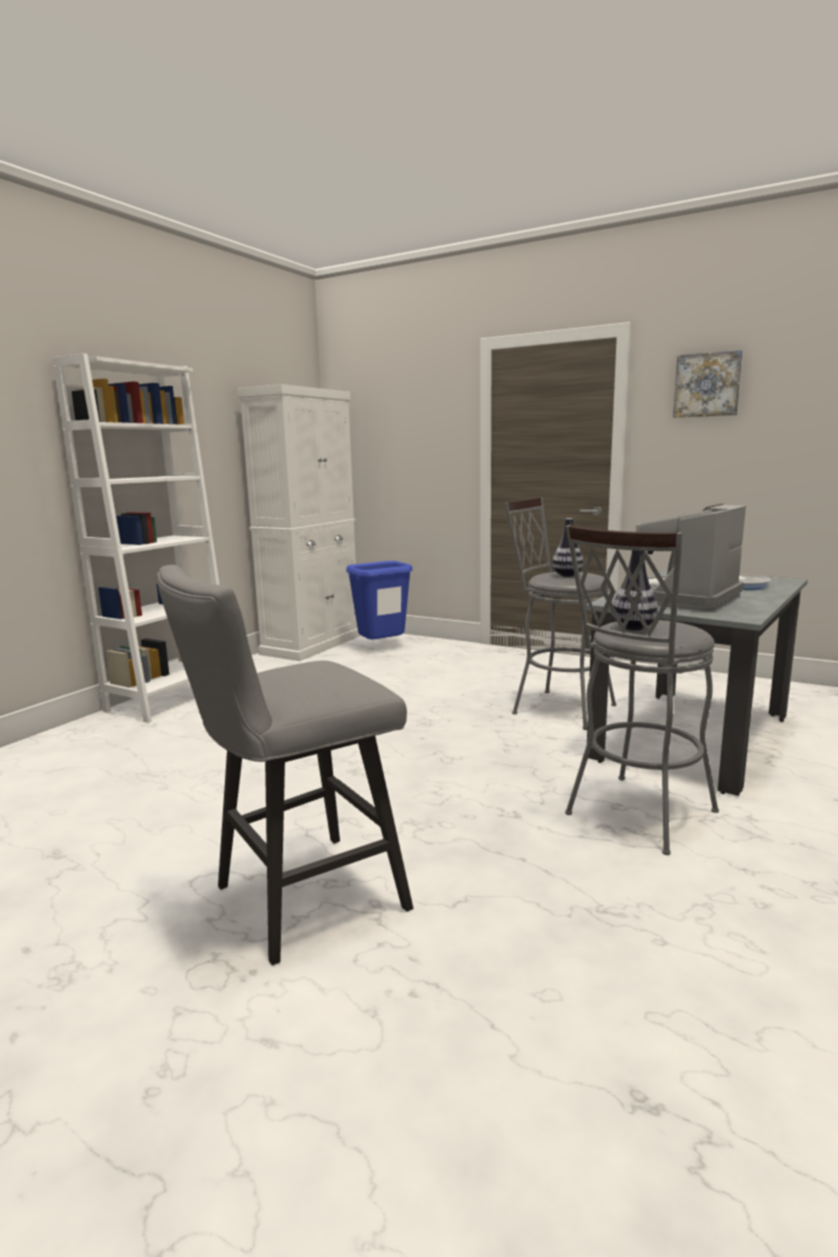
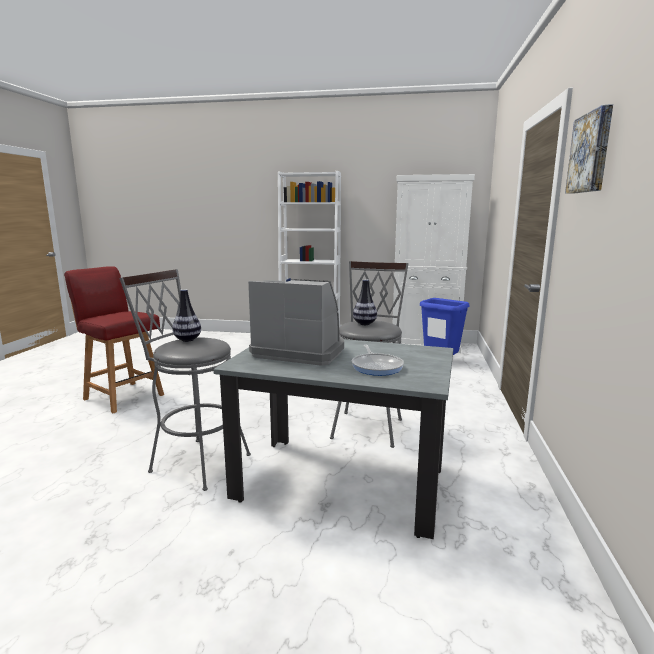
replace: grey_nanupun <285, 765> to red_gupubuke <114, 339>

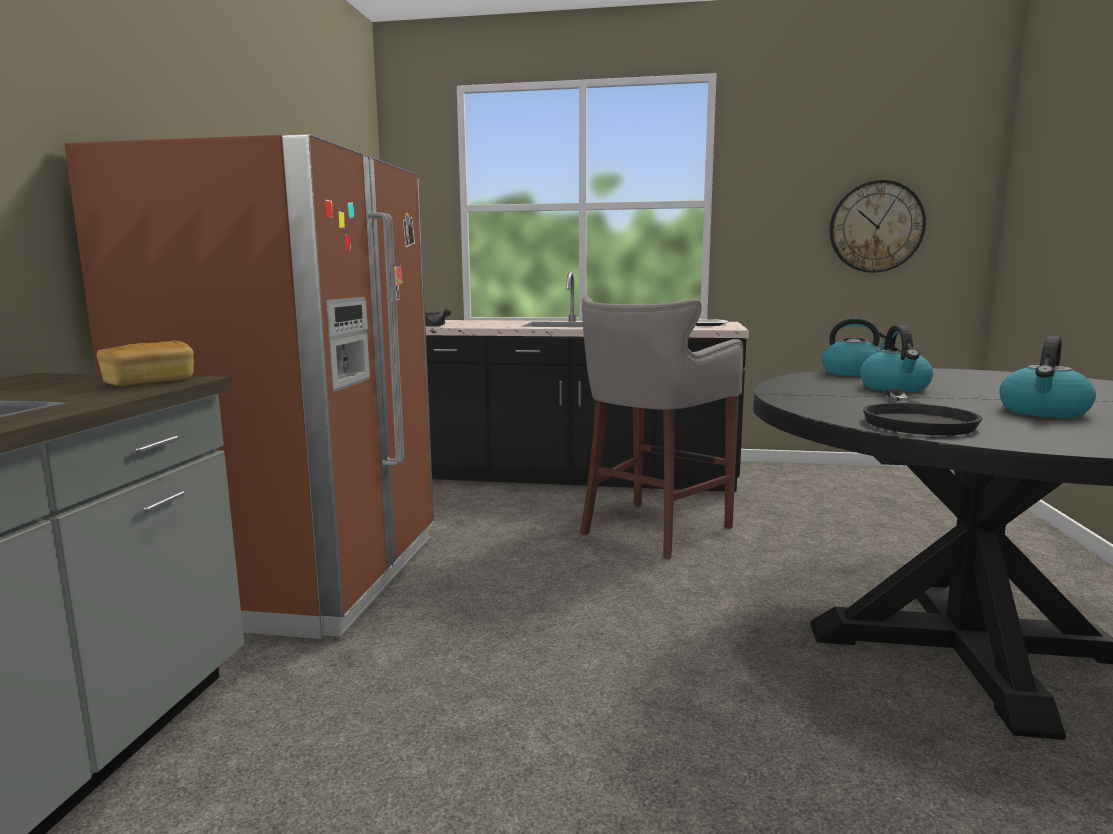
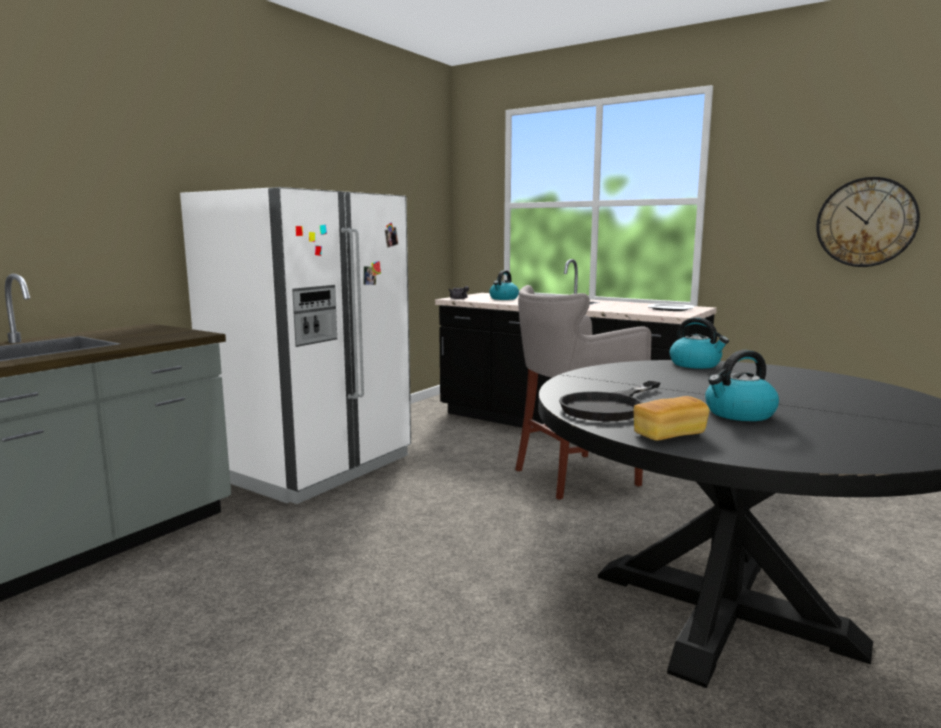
move: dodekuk <145, 363> to <671, 418>; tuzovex <896, 358> to <504, 285>
recolor: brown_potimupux <249, 386> to white_potimupux <295, 345>

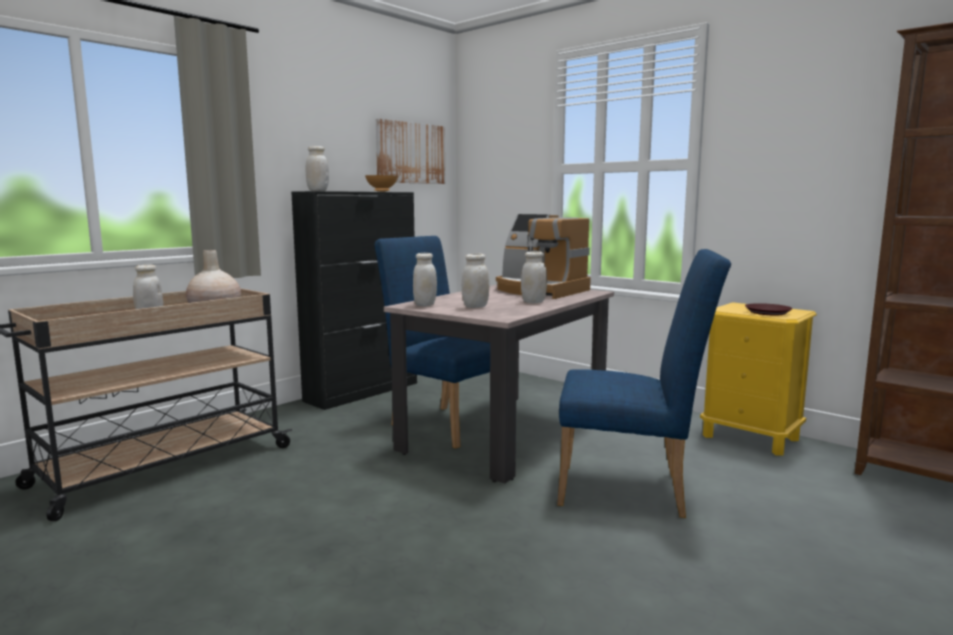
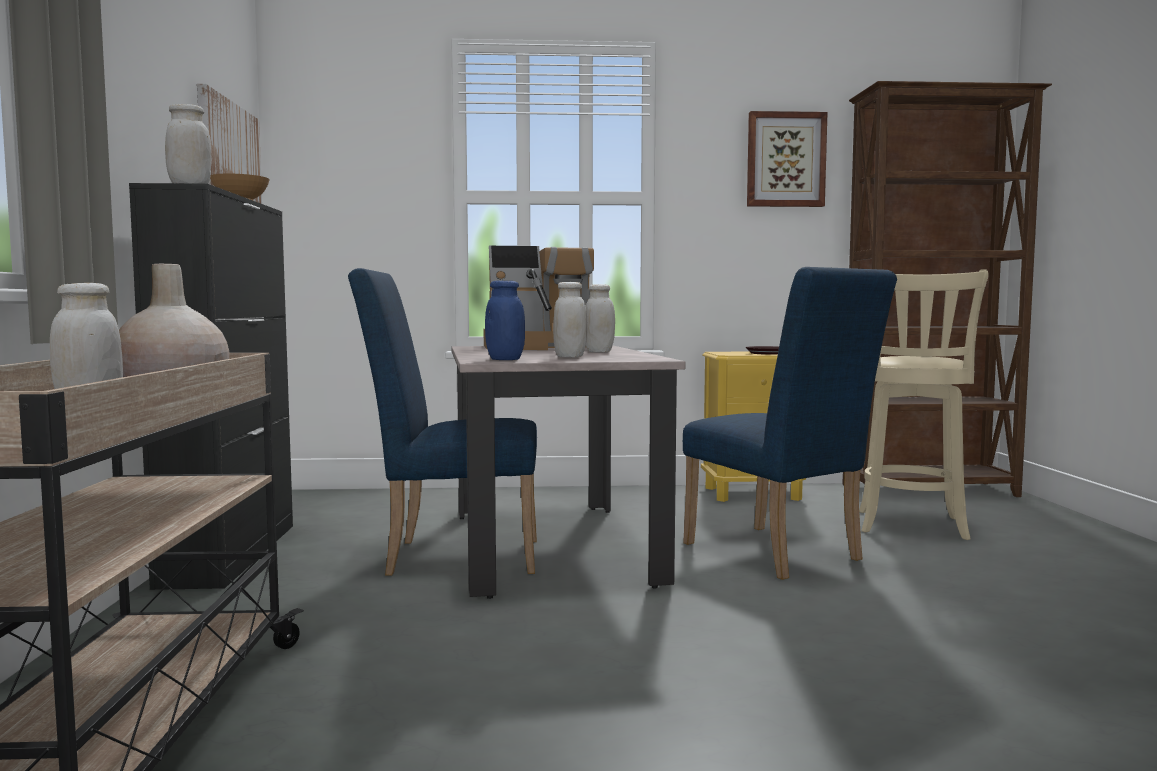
insert: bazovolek <787, 159>; beige_nanupun <924, 404>
recolor: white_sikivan <425, 280> to blue_sikivan <505, 320>
rotate: blue_gupubuke <644, 383> = <790, 423> 90 degrees clockwise

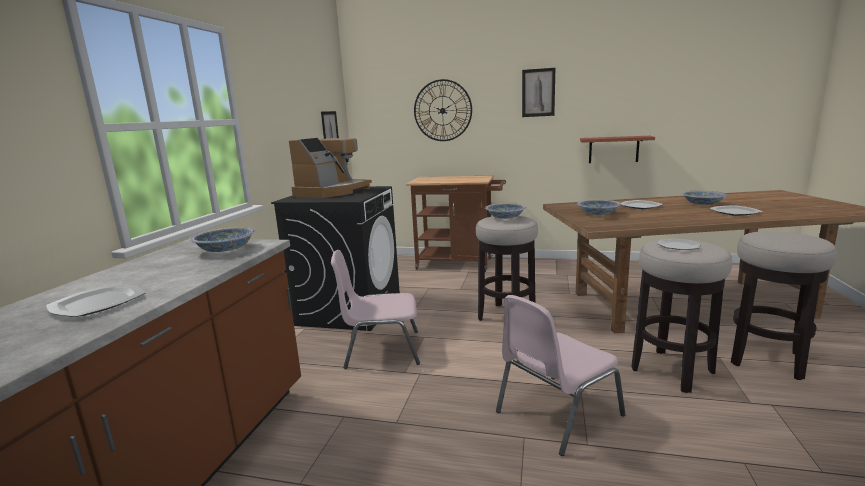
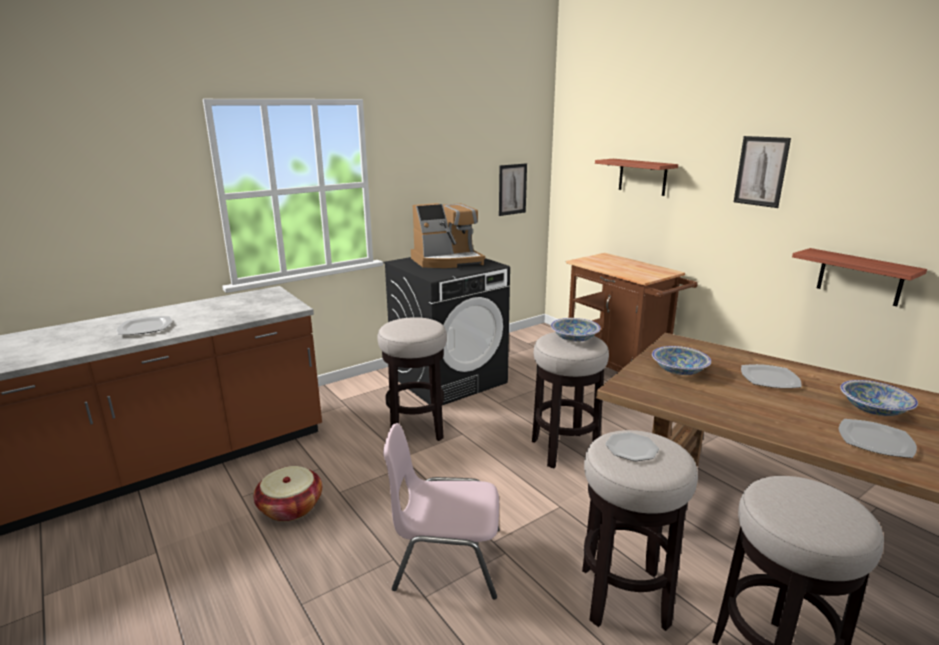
delete: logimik <222, 239>
insert: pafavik <287, 494>
replace: pink_gupubuke <375, 309> to nanupun <412, 379>; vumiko <443, 110> to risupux <636, 177>

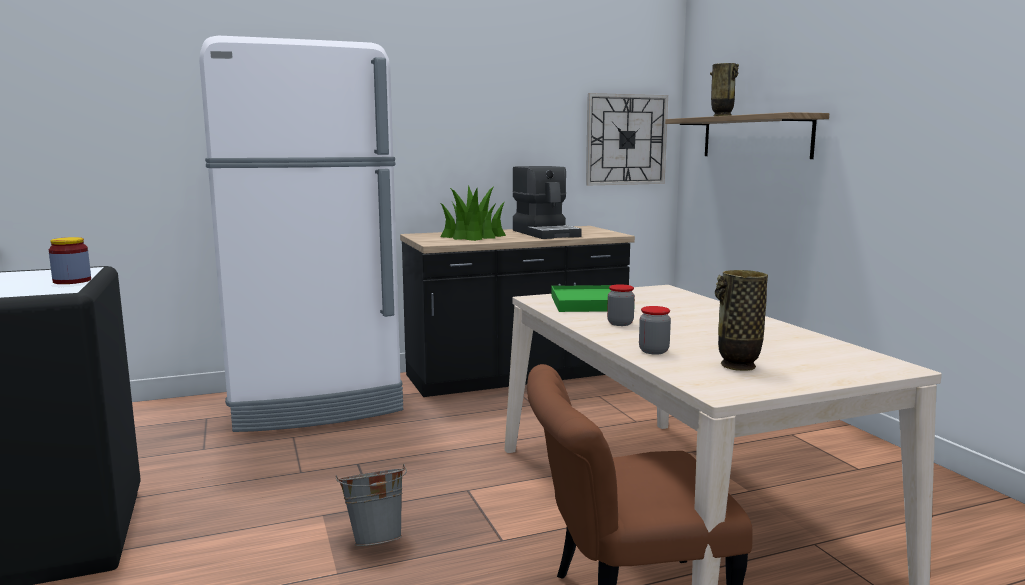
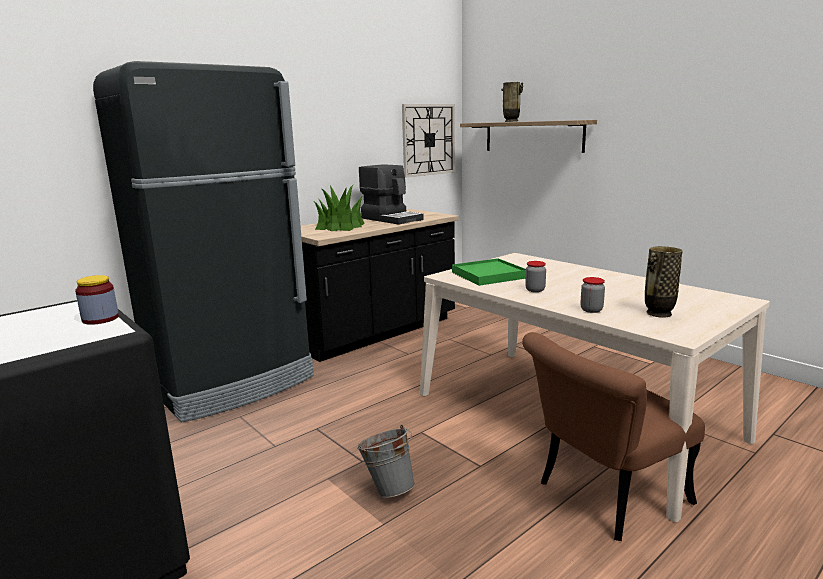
recolor: white_potimupux <301, 234> to black_potimupux <203, 241>

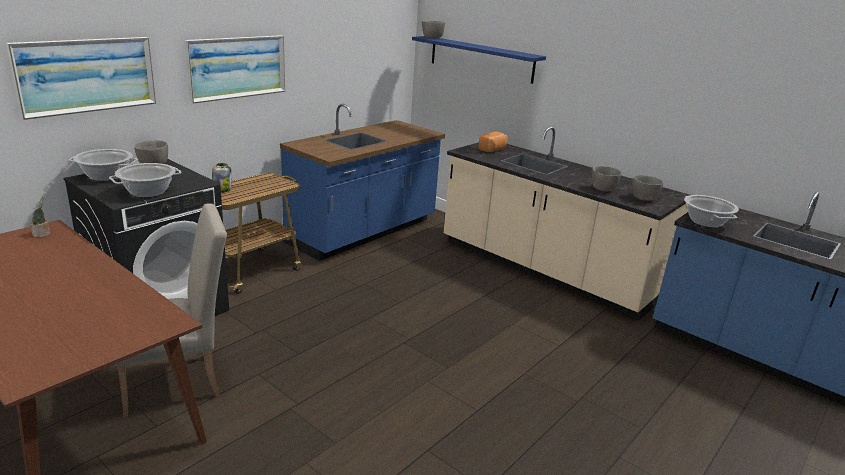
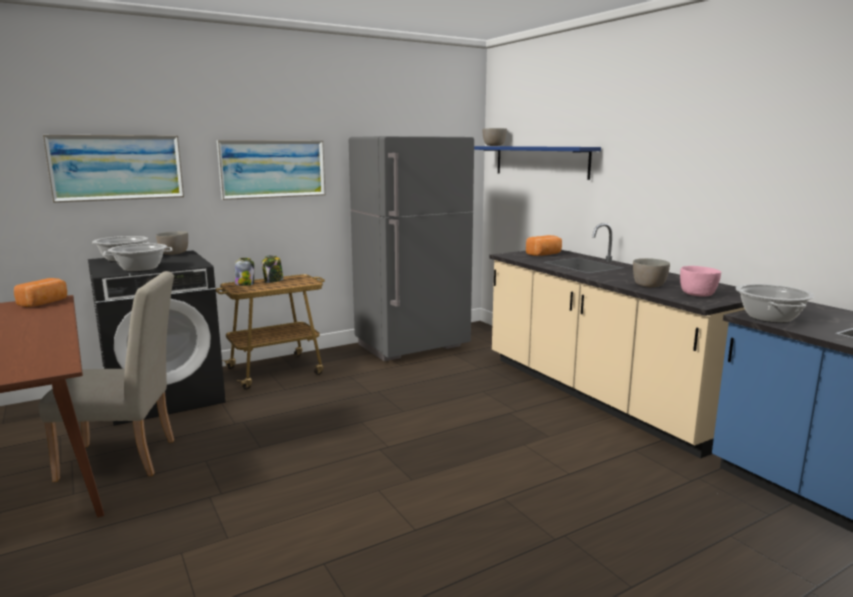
insert: sikivan <272, 269>
replace: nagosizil <40, 216> to dodekuk <40, 292>; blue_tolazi <362, 182> to grey_potimupux <411, 248>
recolor: grey_logimik <647, 188> to pink_logimik <700, 281>

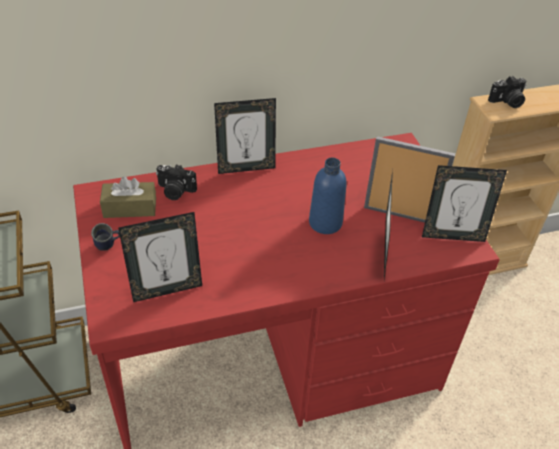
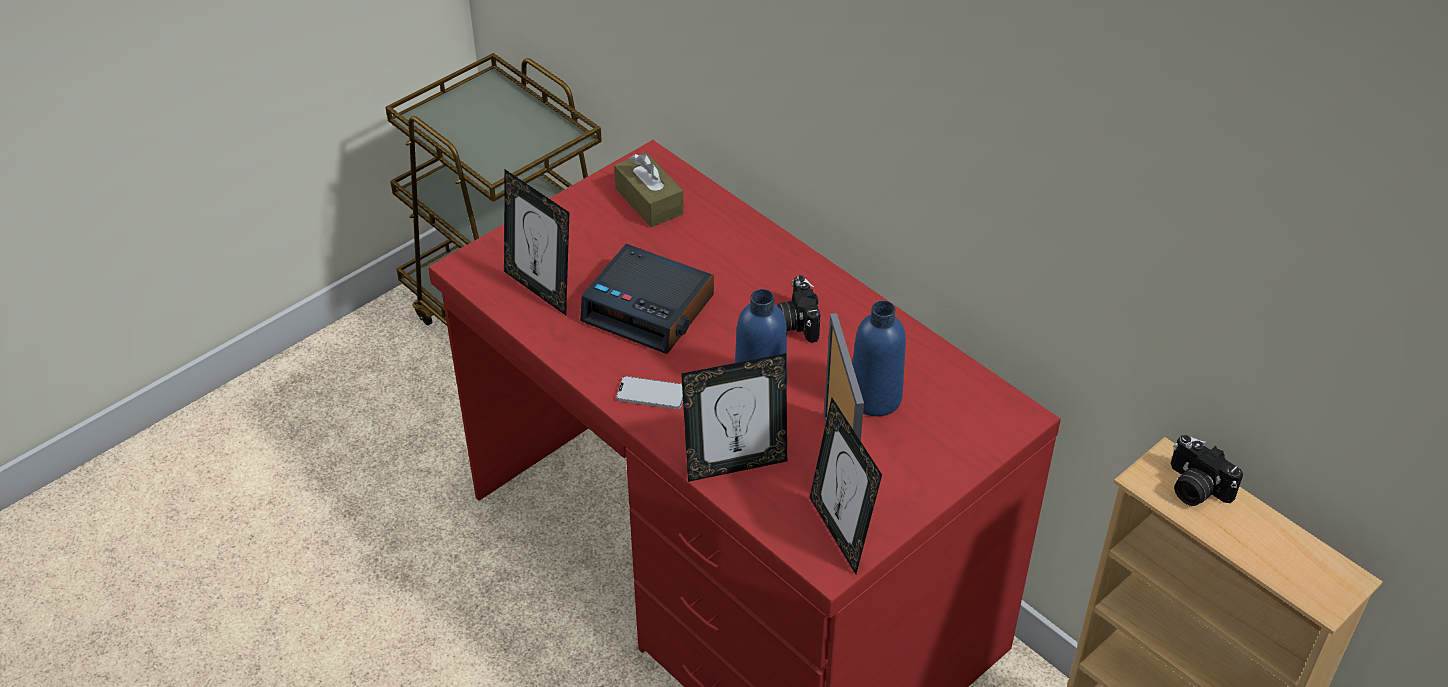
delete: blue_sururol <105, 237>; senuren <245, 136>
insert: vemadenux <647, 299>; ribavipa <649, 392>; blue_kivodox <879, 358>
move: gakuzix <176, 182> to <798, 309>

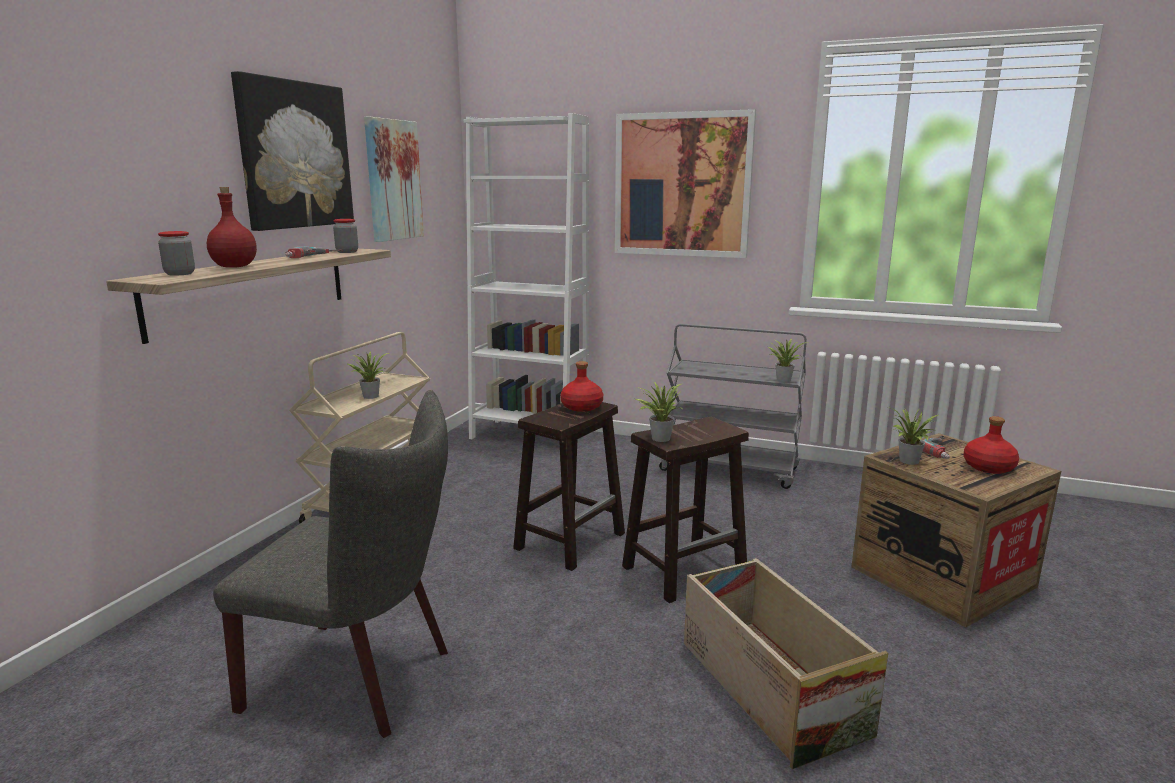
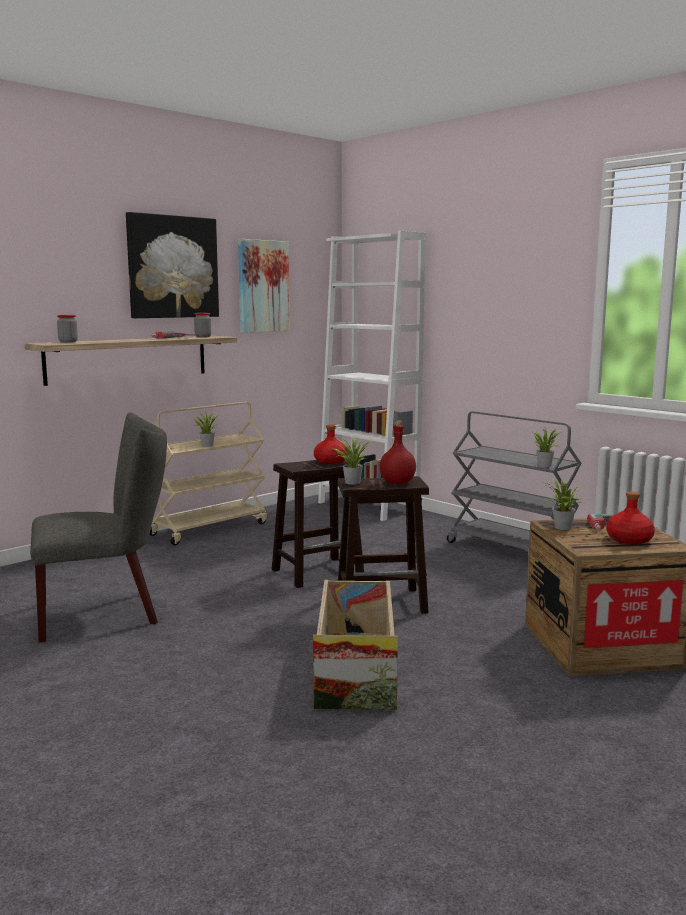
delete: bazovolek <685, 183>
move: red_kivodox <232, 227> to <398, 452>
rotate: grey_gupubuke <330, 564> = <98, 527> 60 degrees counterclockwise

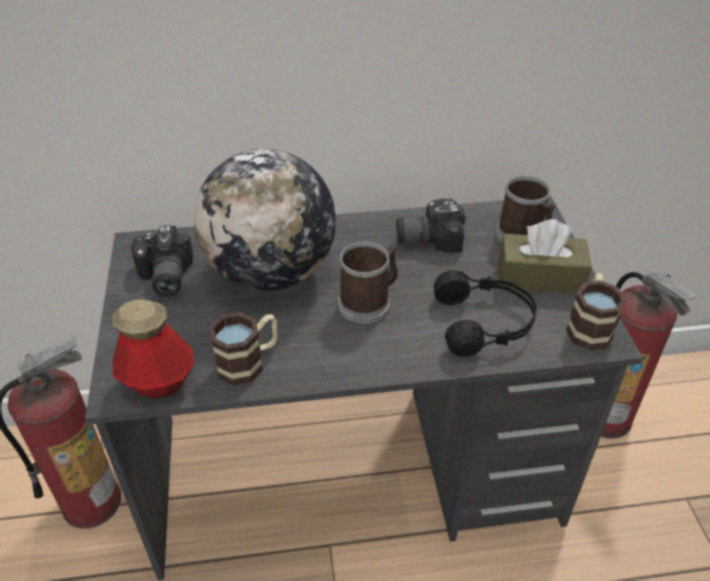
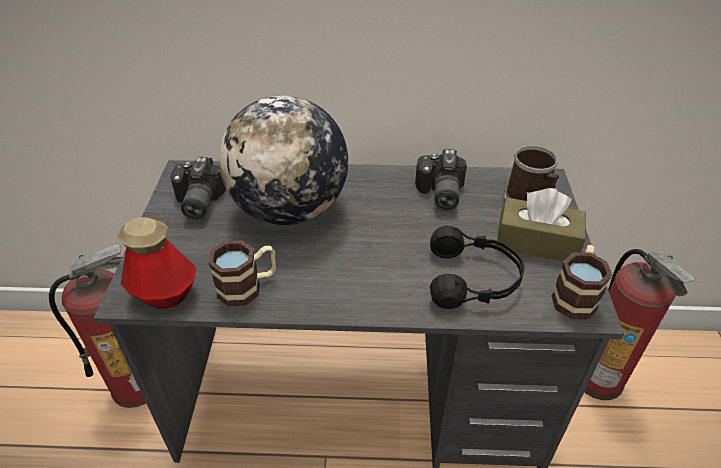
delete: sururol <368, 283>
rotate: gakuzix <431, 226> = <441, 180> 90 degrees counterclockwise

